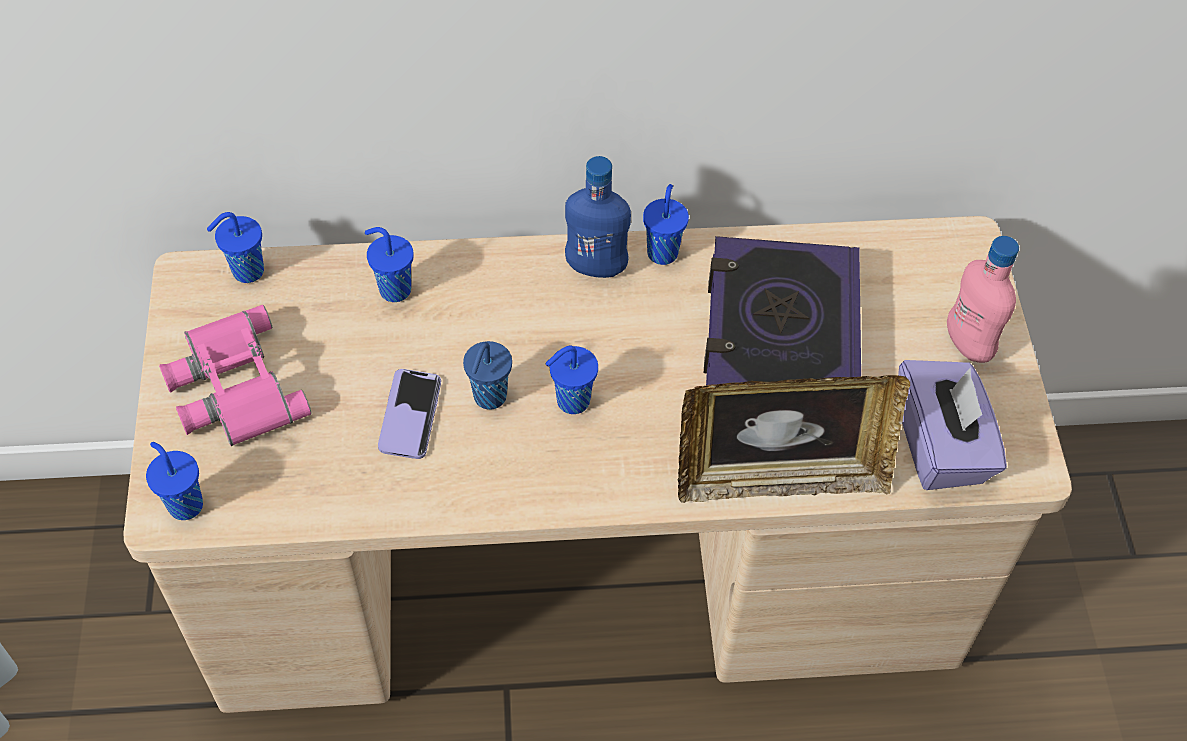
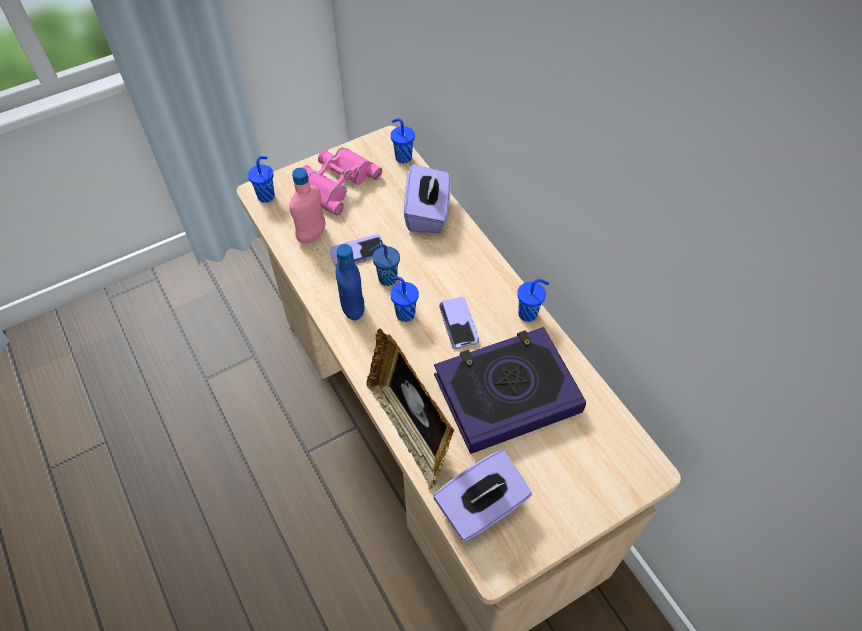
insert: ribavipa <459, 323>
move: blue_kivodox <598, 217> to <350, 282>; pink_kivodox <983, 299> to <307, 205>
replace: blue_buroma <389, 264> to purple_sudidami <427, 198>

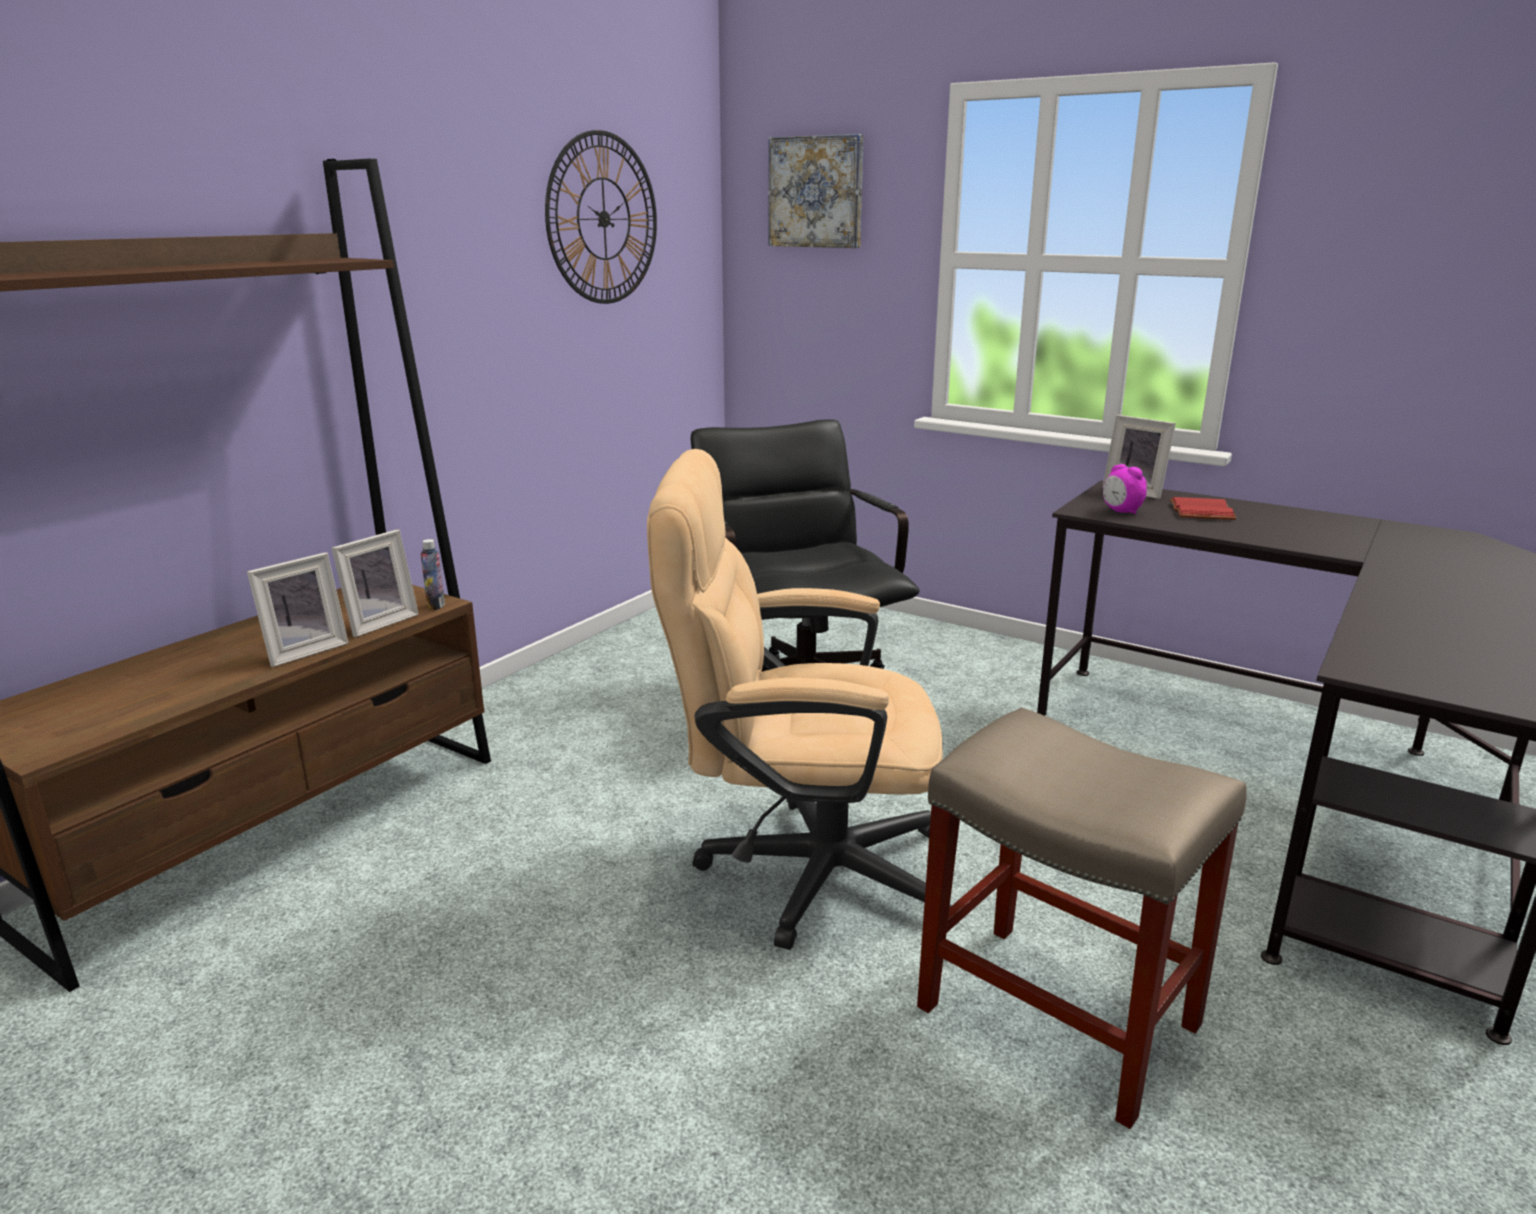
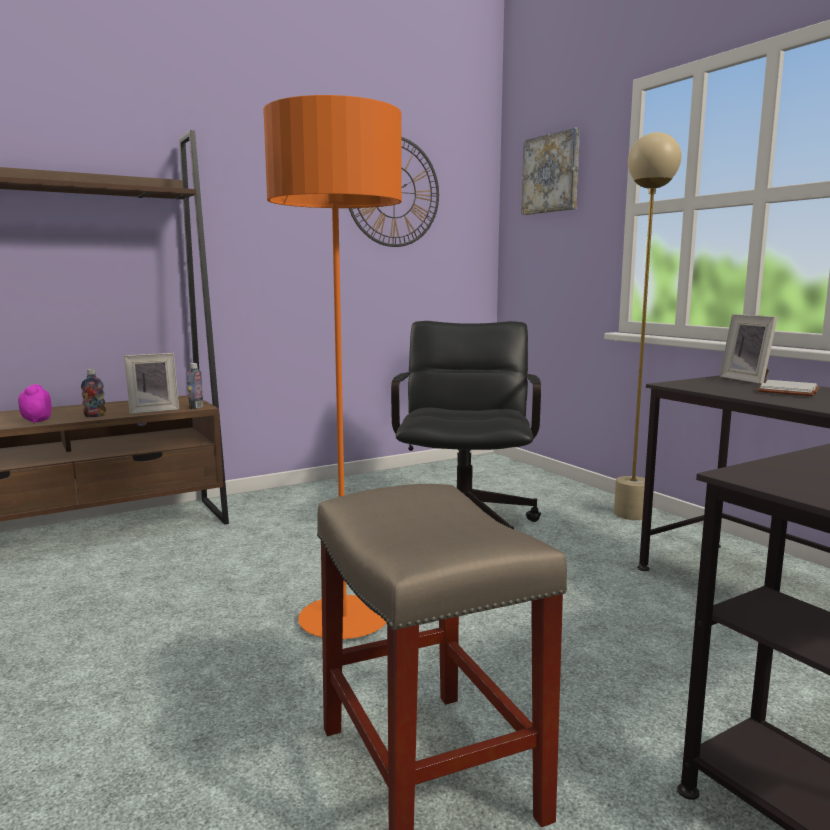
insert: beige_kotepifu <648, 326>
move: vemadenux <1125, 489> to <34, 403>
replace: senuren <298, 609> to kivodox <93, 393>; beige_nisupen <799, 699> to orange_kotepifu <332, 367>
recolor: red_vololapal <1203, 508> to white_vololapal <789, 388>

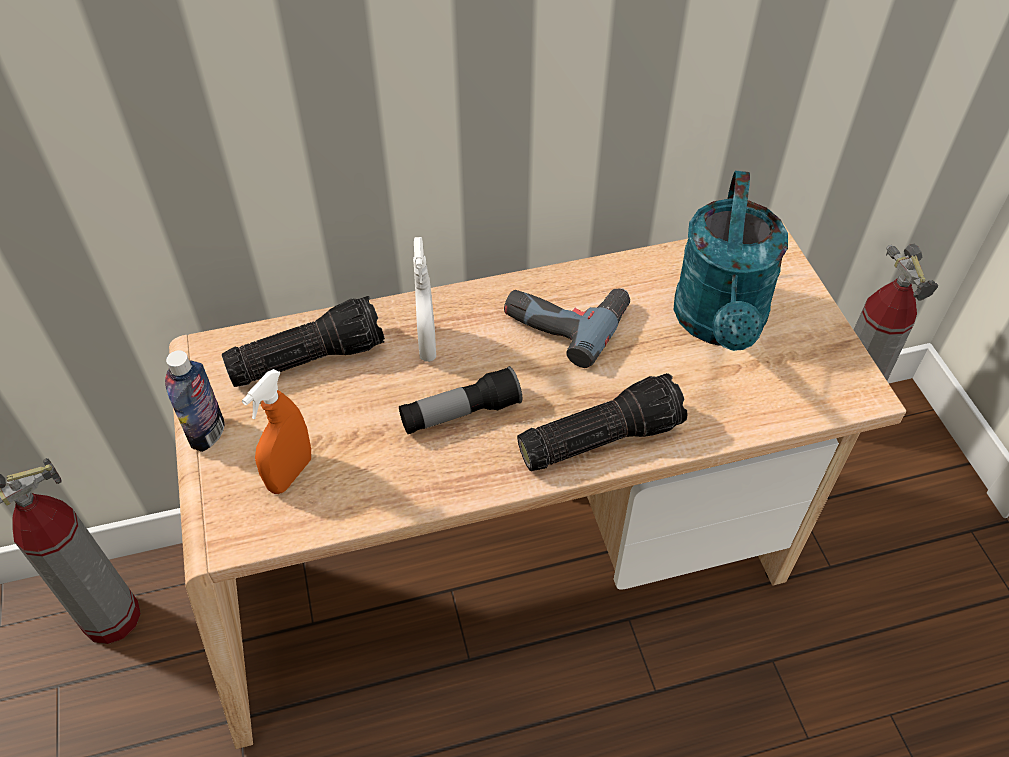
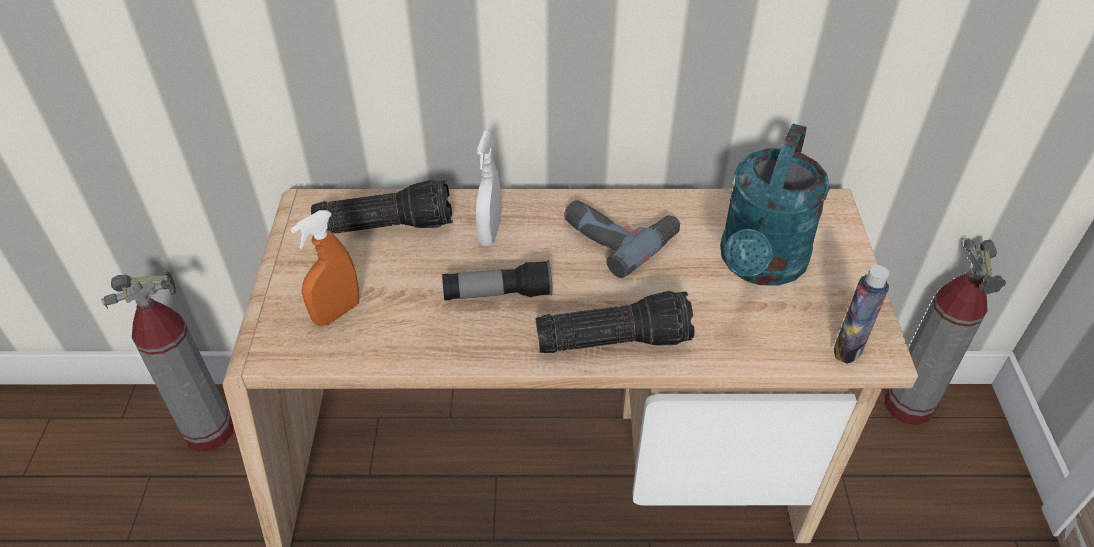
move: kivodox <194, 401> to <861, 314>

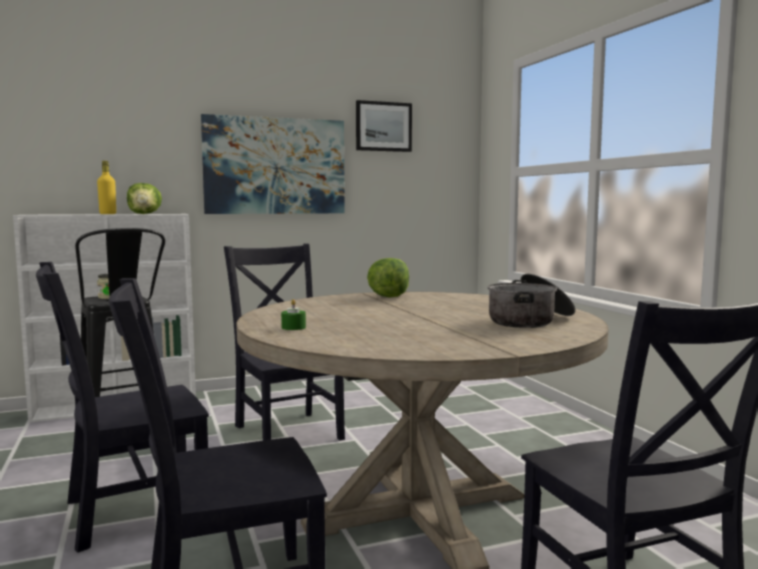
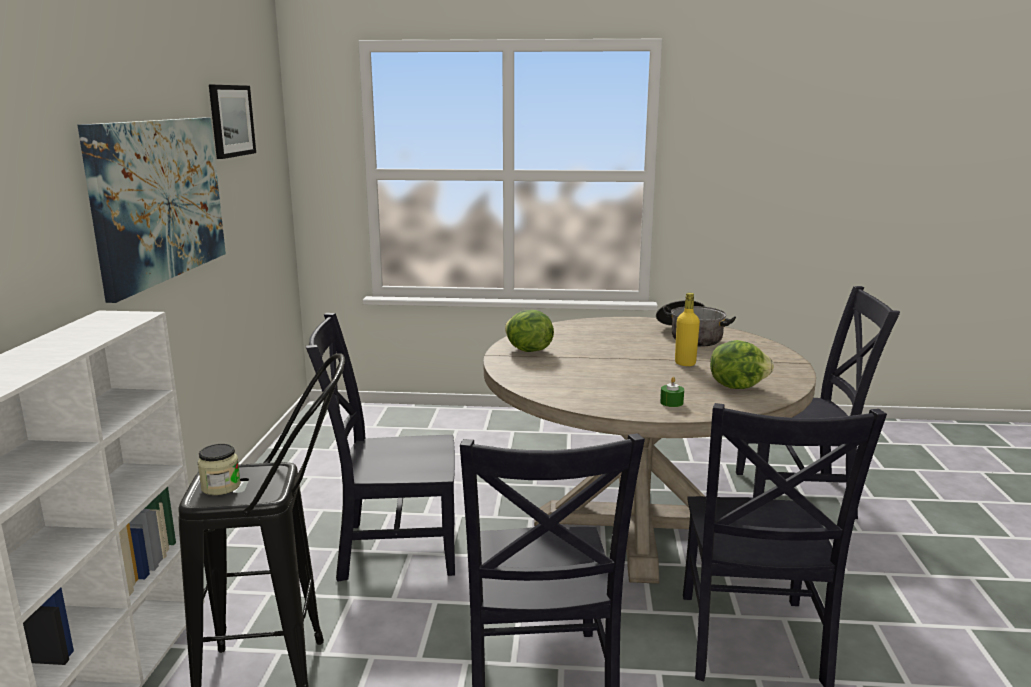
move: yellow_kivodox <106, 187> to <687, 329>; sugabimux <144, 198> to <742, 364>

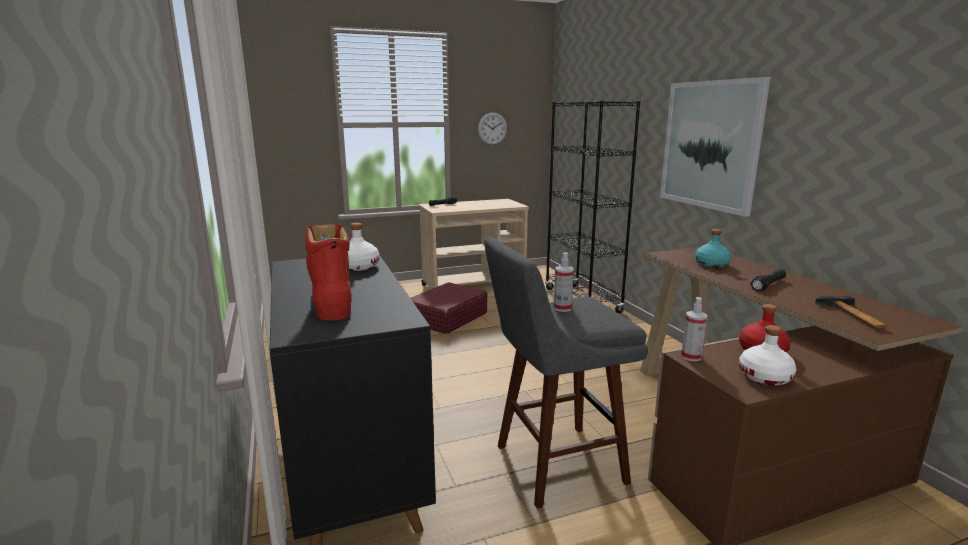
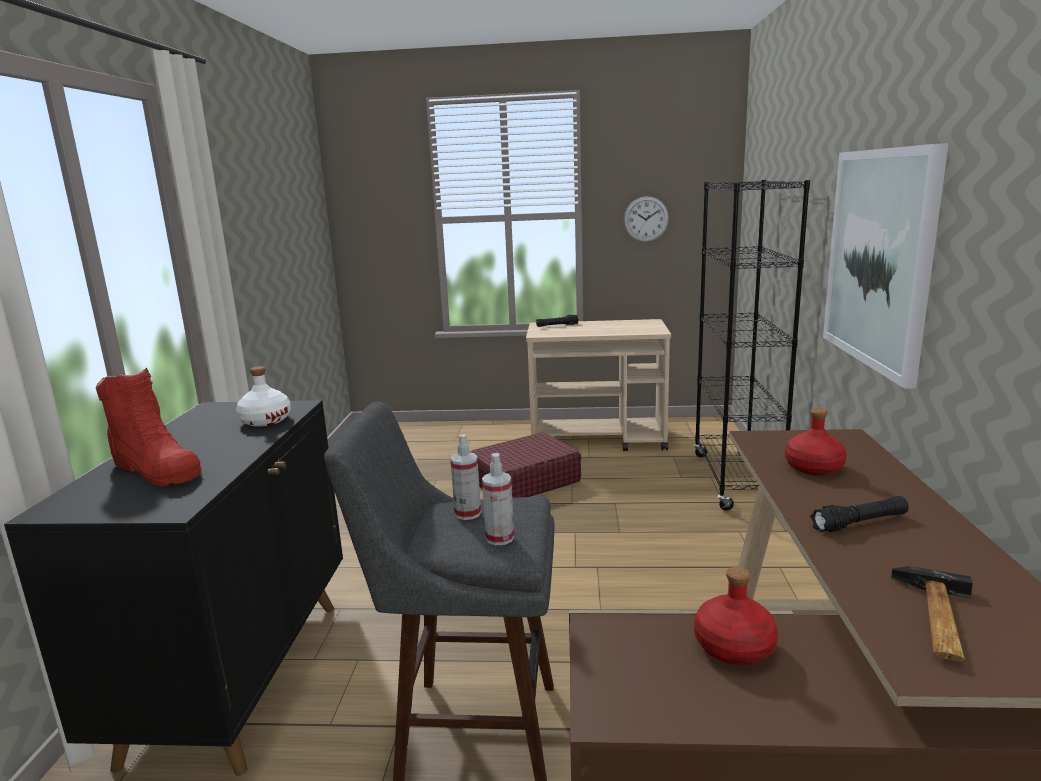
delete: white_kivodox <767, 355>
move: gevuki <694, 329> to <498, 499>
recolor: turquoise_kivodox <713, 248> to red_kivodox <816, 441>
rotate: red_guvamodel <328, 272> = <149, 427> 120 degrees clockwise

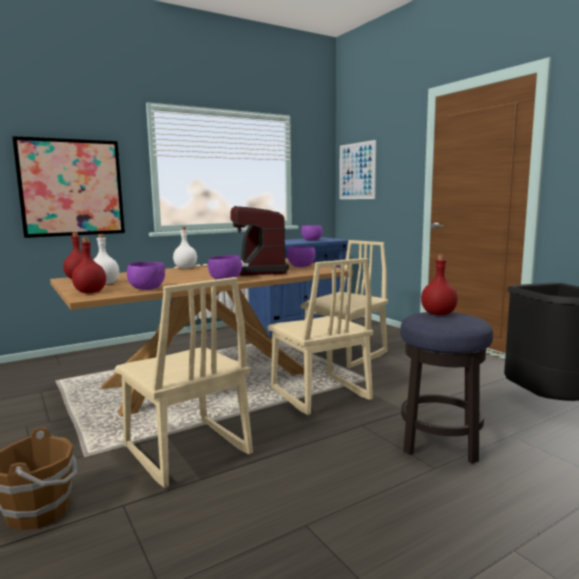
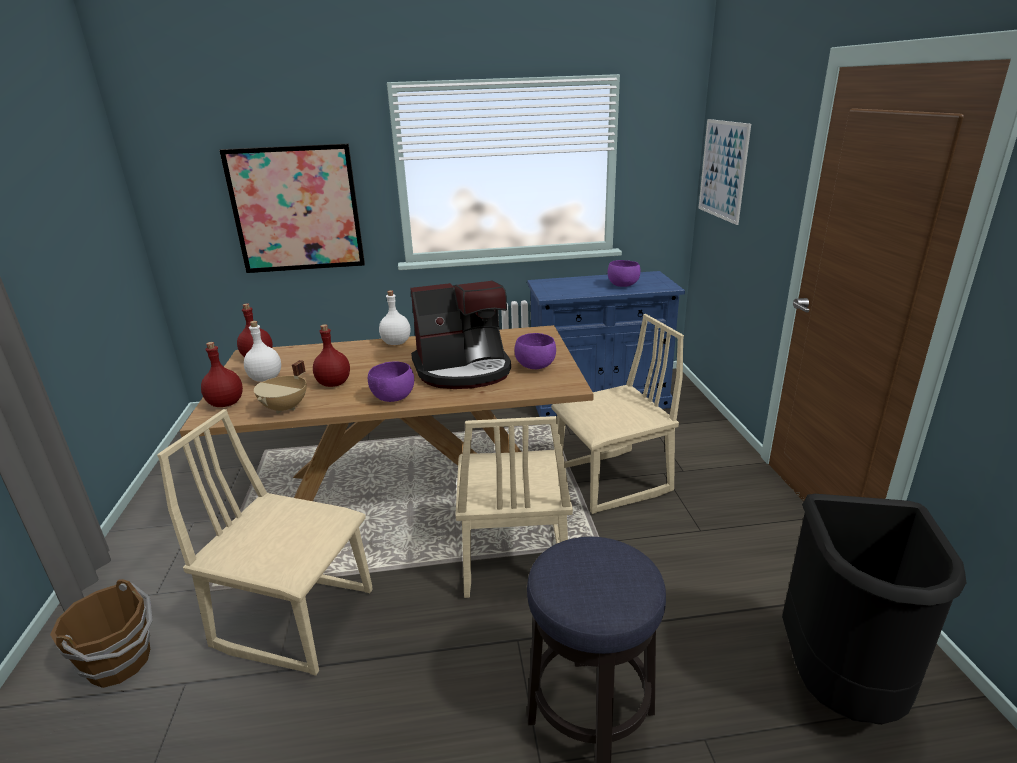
move: red_kivodox <439, 285> to <331, 355>
replace: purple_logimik <146, 276> to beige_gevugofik <280, 387>
rotate: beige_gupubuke <184, 382> = <265, 542> 120 degrees clockwise; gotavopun <259, 241> = <460, 335> 120 degrees counterclockwise

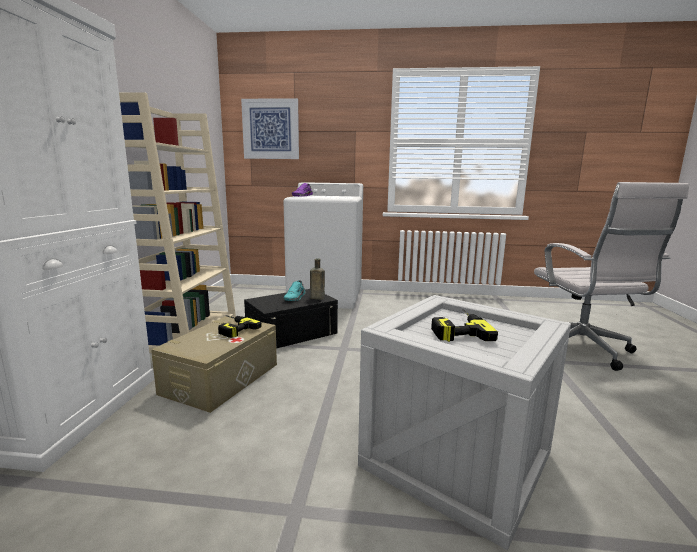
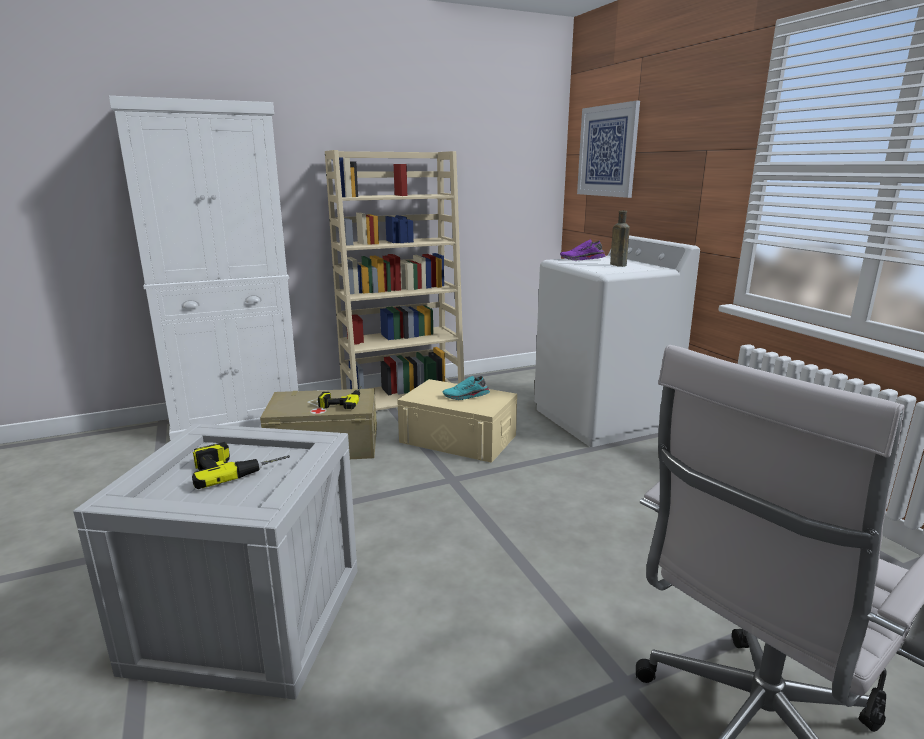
move: brown_kivodox <317, 278> to <620, 239>
recolor: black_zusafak <291, 319> to beige_zusafak <457, 421>

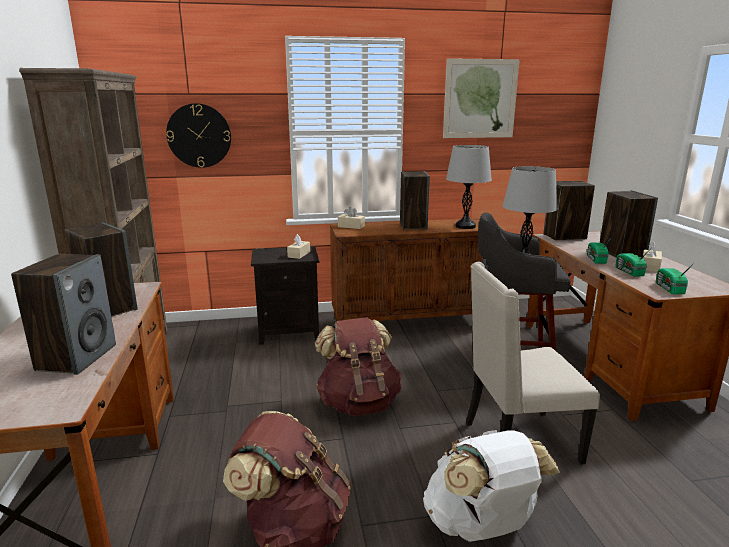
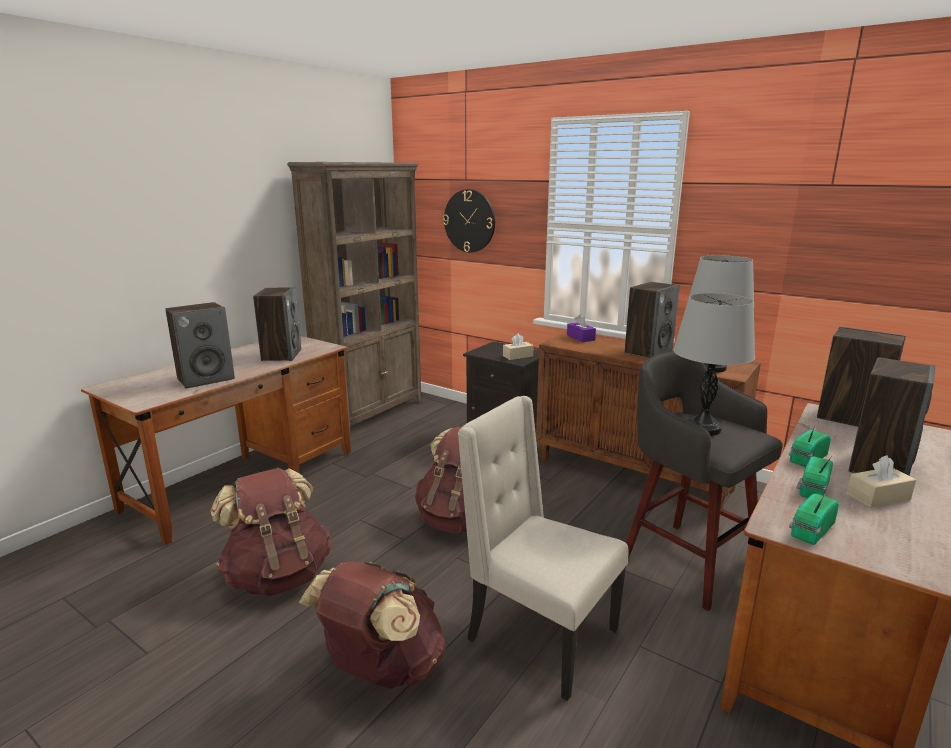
delete: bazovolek <481, 98>
recolor: beige_sudidami <351, 217> to purple_sudidami <581, 328>; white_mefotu <491, 486> to brown_mefotu <372, 625>

